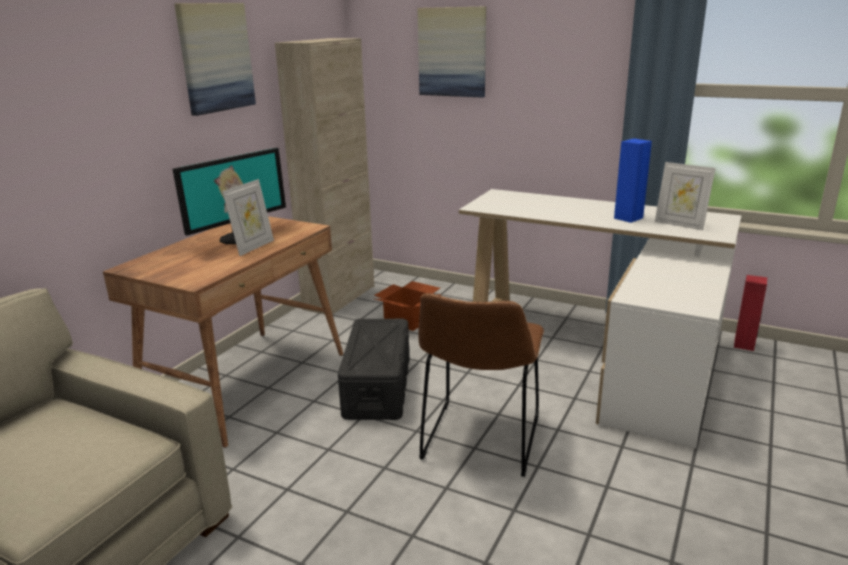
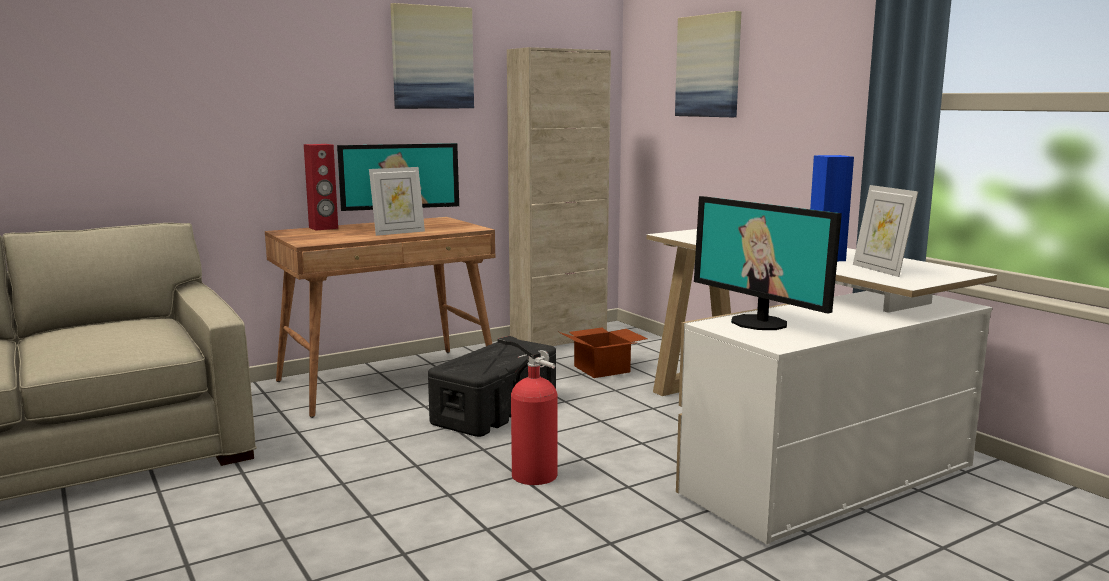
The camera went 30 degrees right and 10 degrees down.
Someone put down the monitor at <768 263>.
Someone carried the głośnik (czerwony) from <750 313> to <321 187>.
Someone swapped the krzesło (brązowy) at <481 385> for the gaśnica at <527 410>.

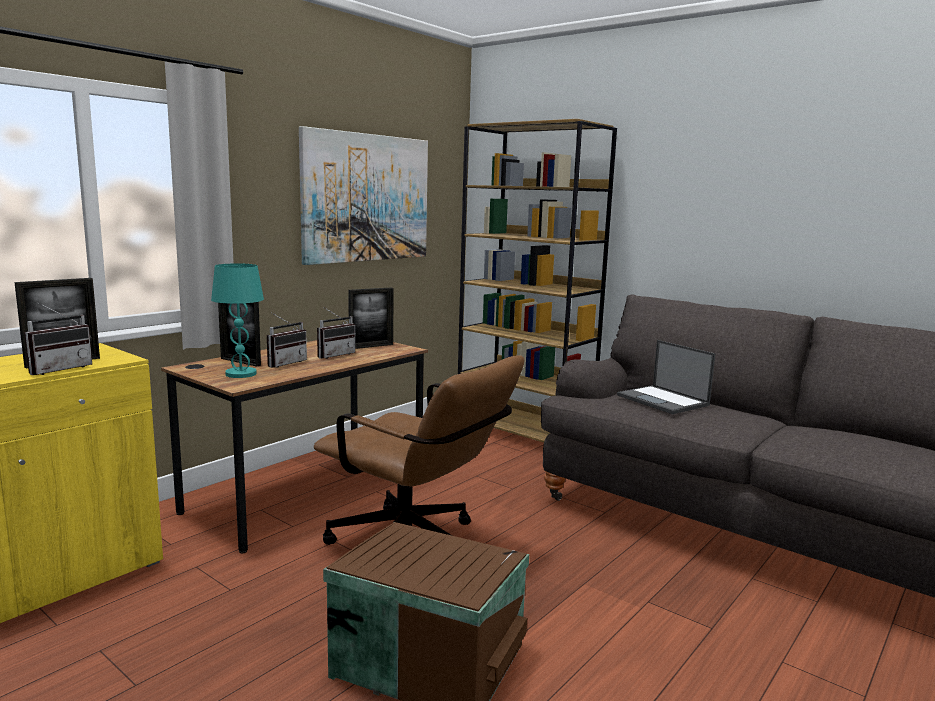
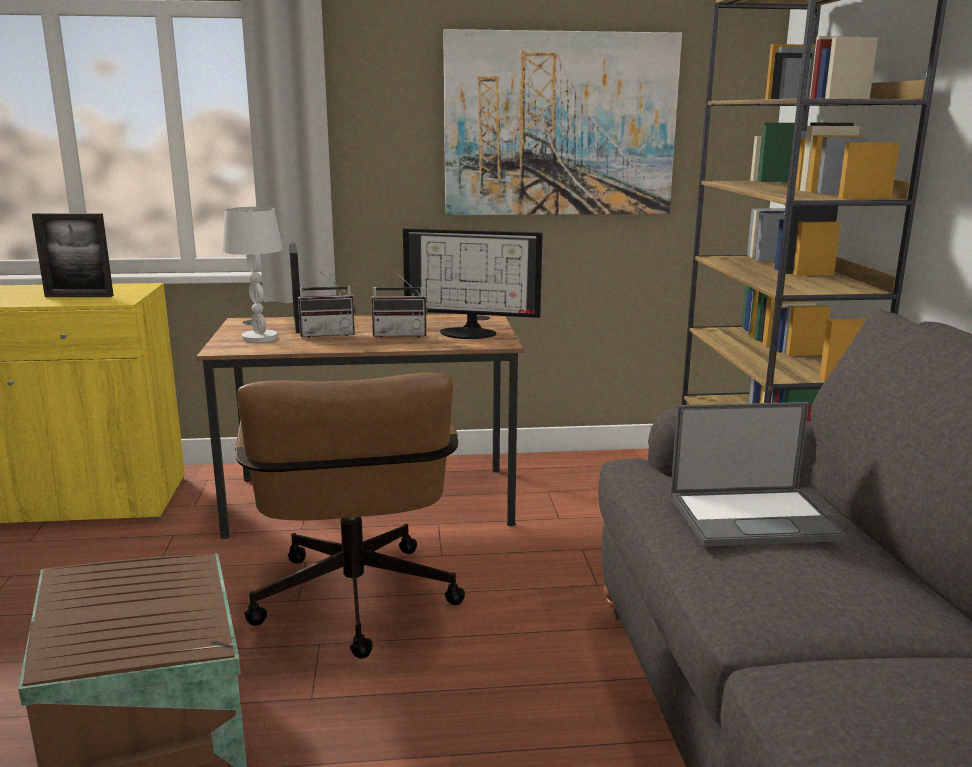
The camera went 45 degrees right and 5 degrees up.
Someone took away the radio at <58 338>.
Someone swapped the ramka na zdjęcie at <371 318> for the monitor at <472 283>.
Someone repainted the lampa stołowa (turkusowy) at <237 320>, which became the lampa stołowa (biały) at <252 275>.
Someone rotated the laptop at <666 377> by 105 degrees counterclockwise.

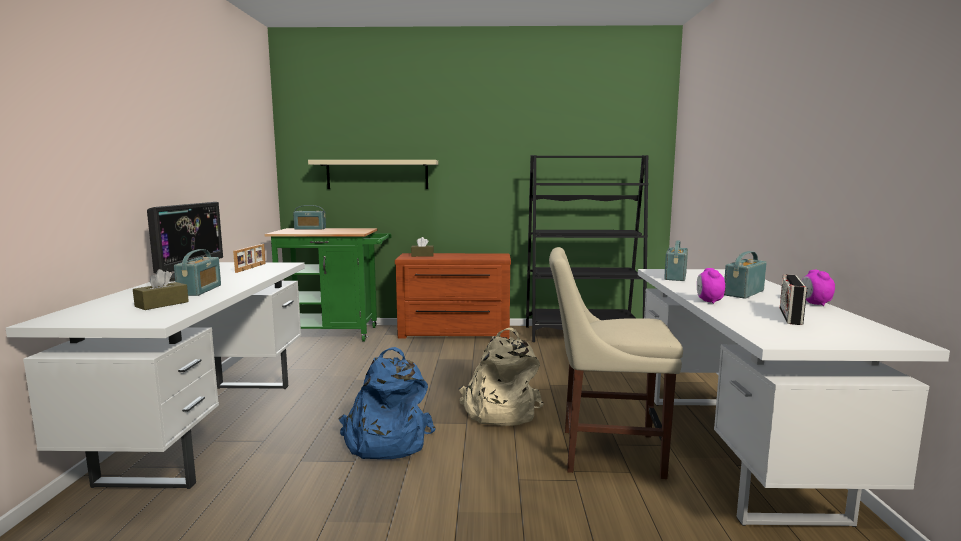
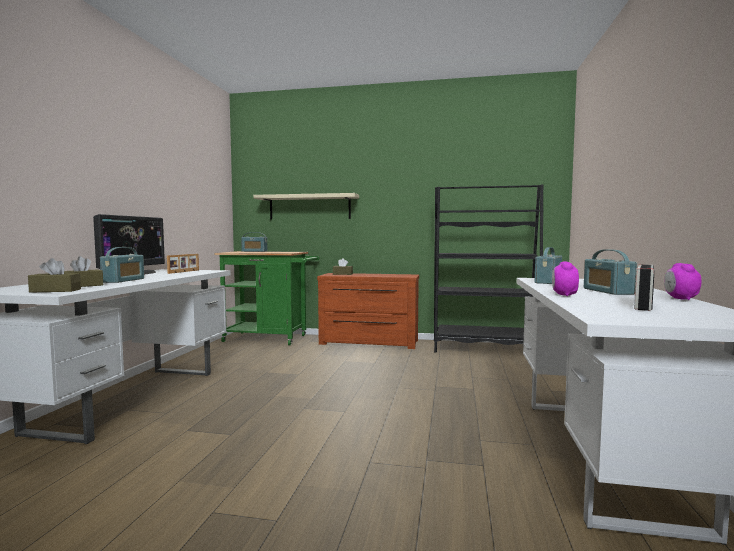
The camera went 10 degrees right and 5 degrees down.
Someone took away the plecak (niebieski) at <387 403>.
Someone took away the plecak (beżowy) at <501 377>.
Someone took away the krzesło (beżowy) at <616 363>.
Someone put down the pudełko chusteczek (brązowy) at <54 275>.
Someone rotated the radio at <745 275> by 60 degrees counterclockwise.

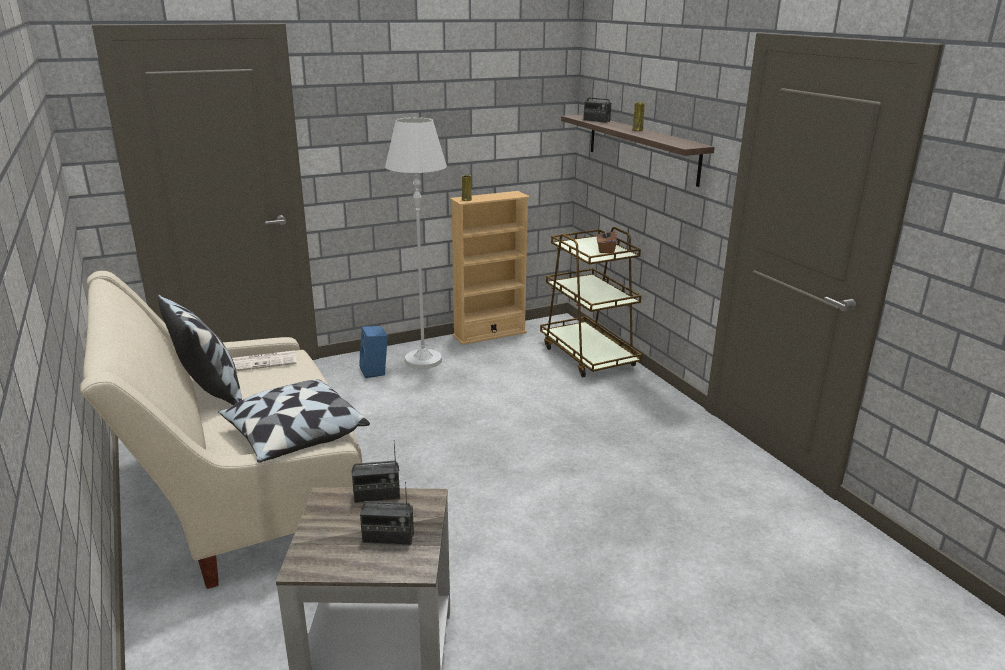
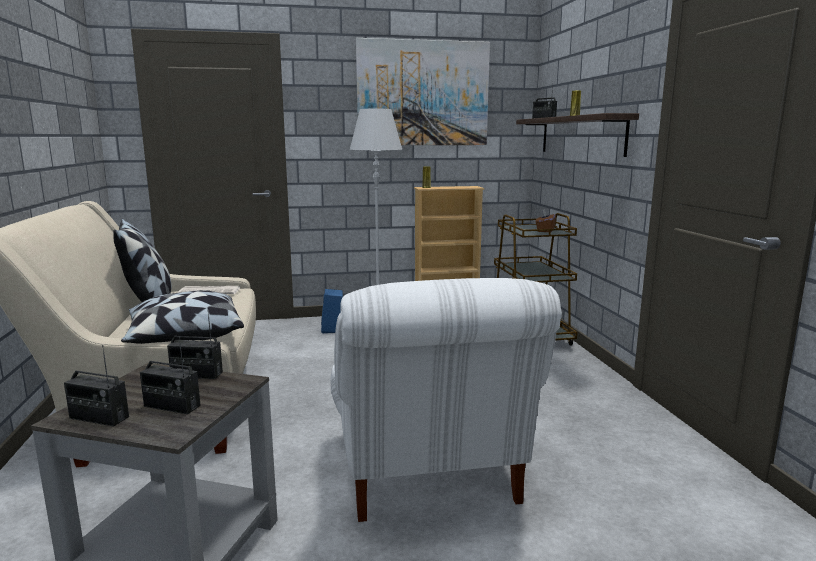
The camera went 15 degrees right and 10 degrees down.
Someone put down the radio at <96 386>.
Someone put down the fotel (biały) at <446 400>.
Someone put up the obraz at <423 91>.

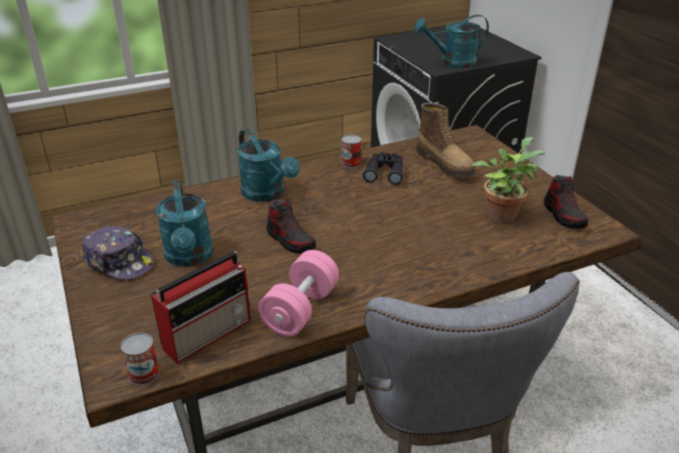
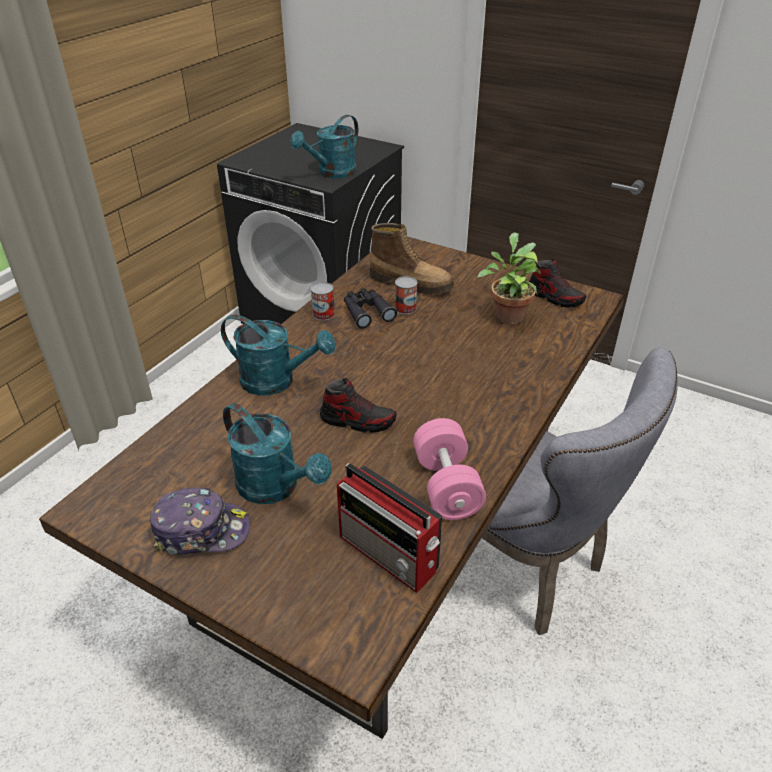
The camera went 35 degrees left and 5 degrees up.
Someone carried the puszka from <140 359> to <406 295>.
Someone rotated the radio at <201 307> by 120 degrees clockwise.

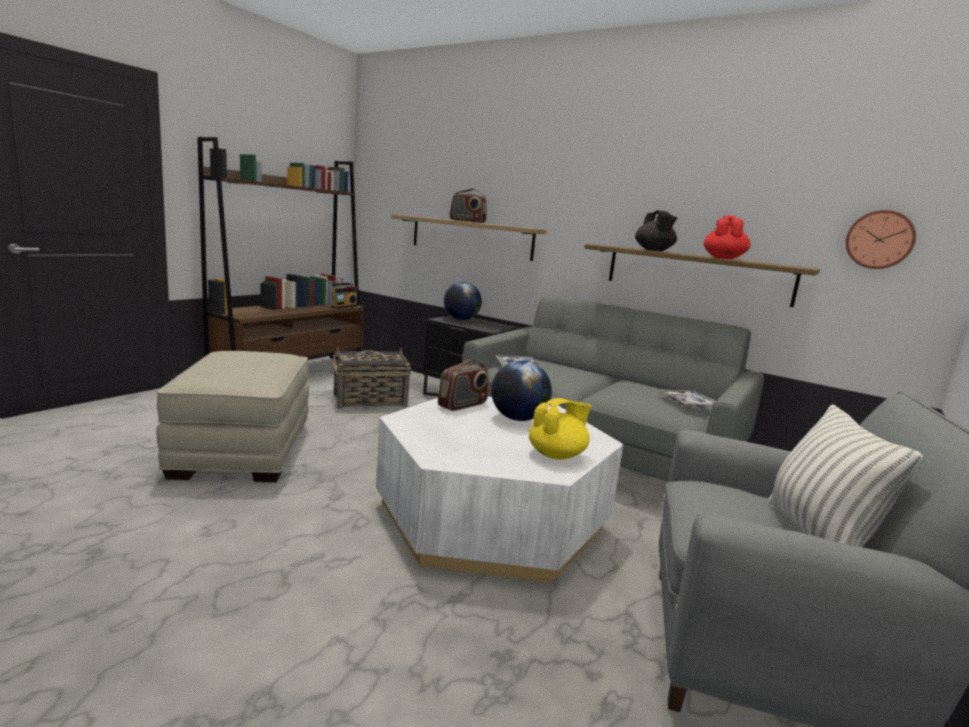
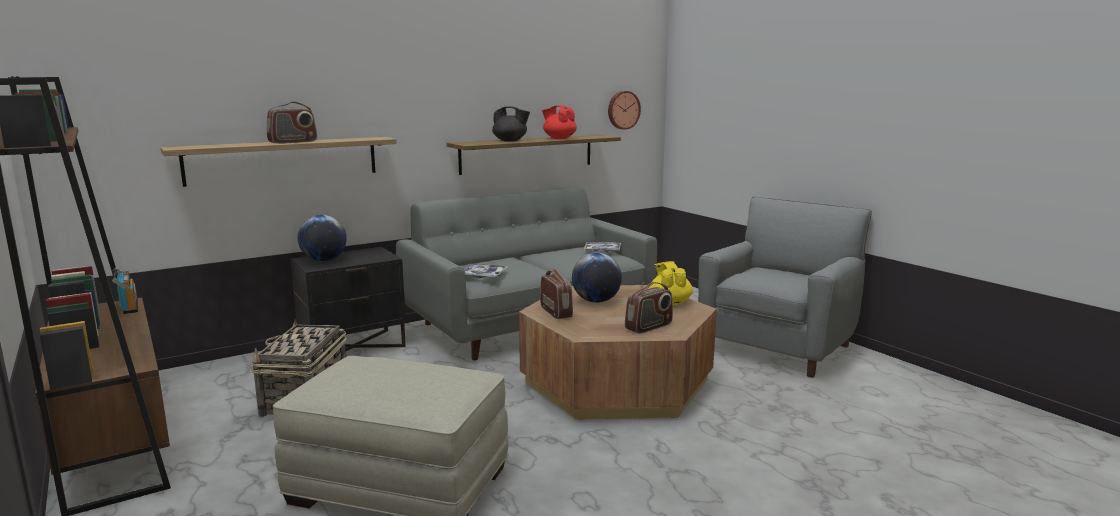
The camera went 65 degrees left and 0 degrees up.
Someone took away the poduszka at <845 475>.
Someone put down the radio at <649 307>.
Someone repainted the ława (biały) at <500 489>, which became the ława (brązowy) at <618 352>.

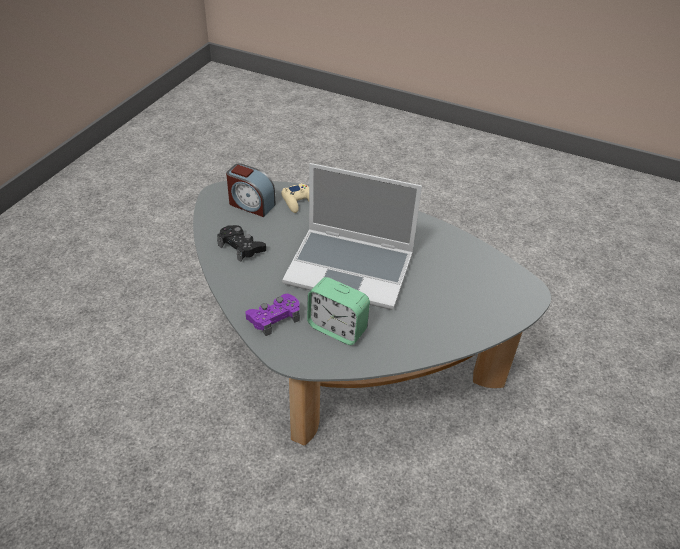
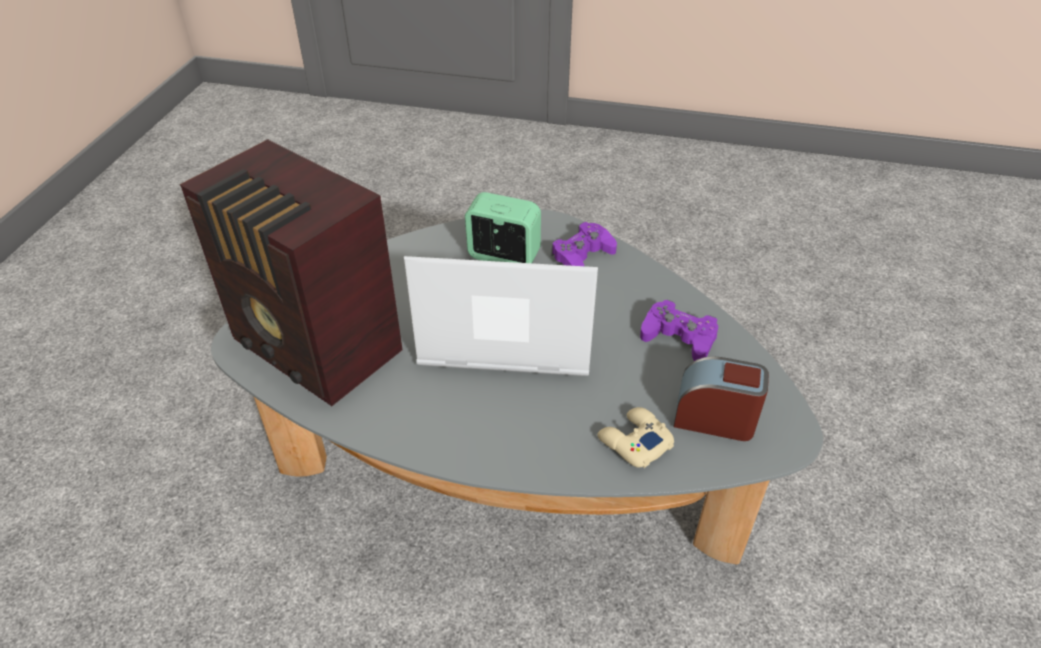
The camera went 170 degrees right and 0 degrees up.
Someone put down the radio at <291 272>.
Someone repainted the pad do gier (czarny) at <241 243>, which became the pad do gier (fioletowy) at <679 330>.

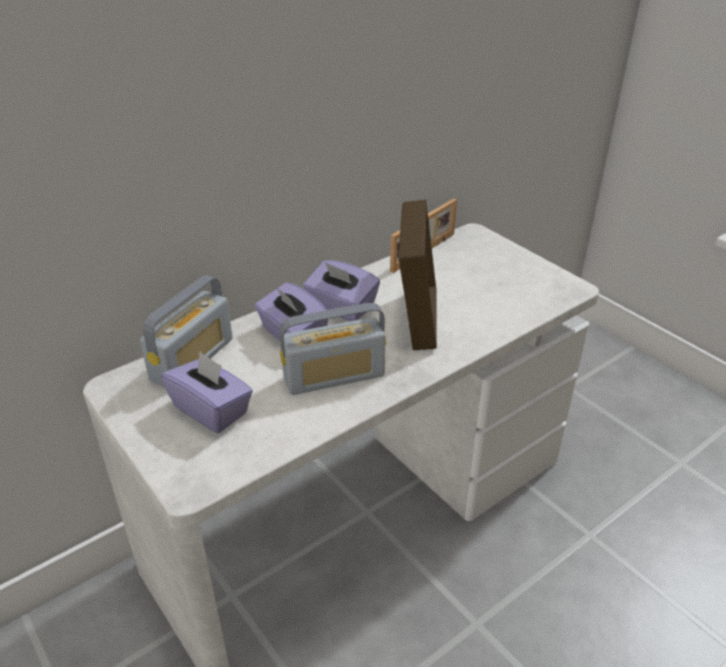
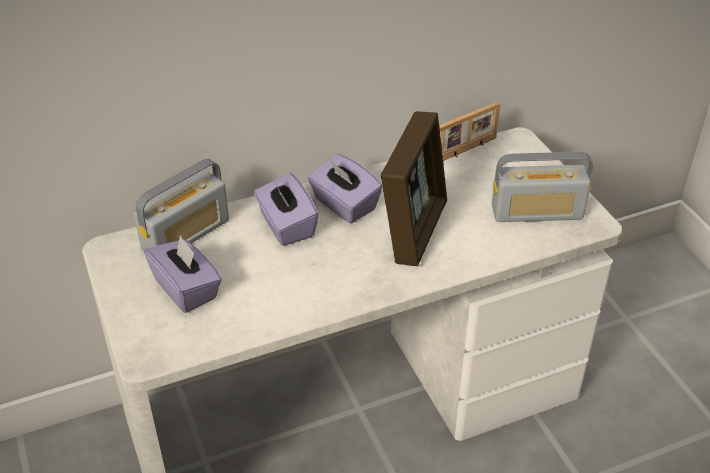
The camera went 15 degrees right and 5 degrees up.
Someone carried the radio from <333 349> to <542 187>.

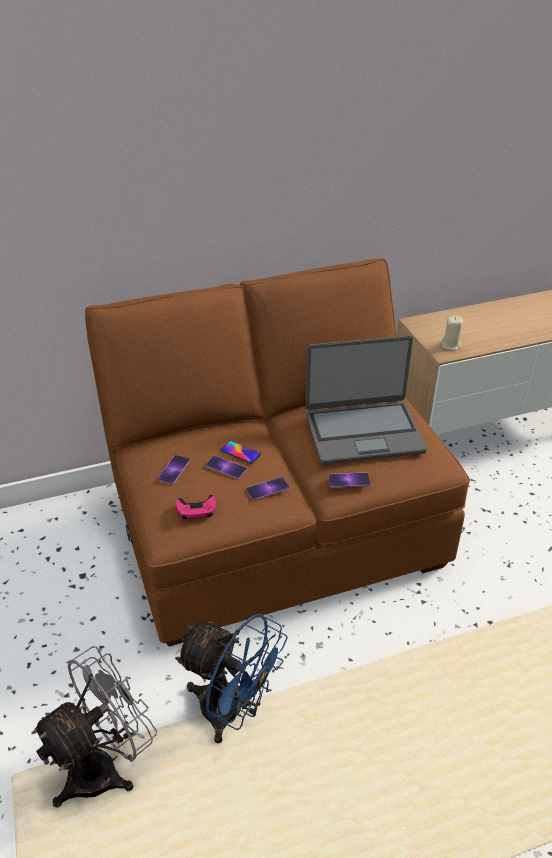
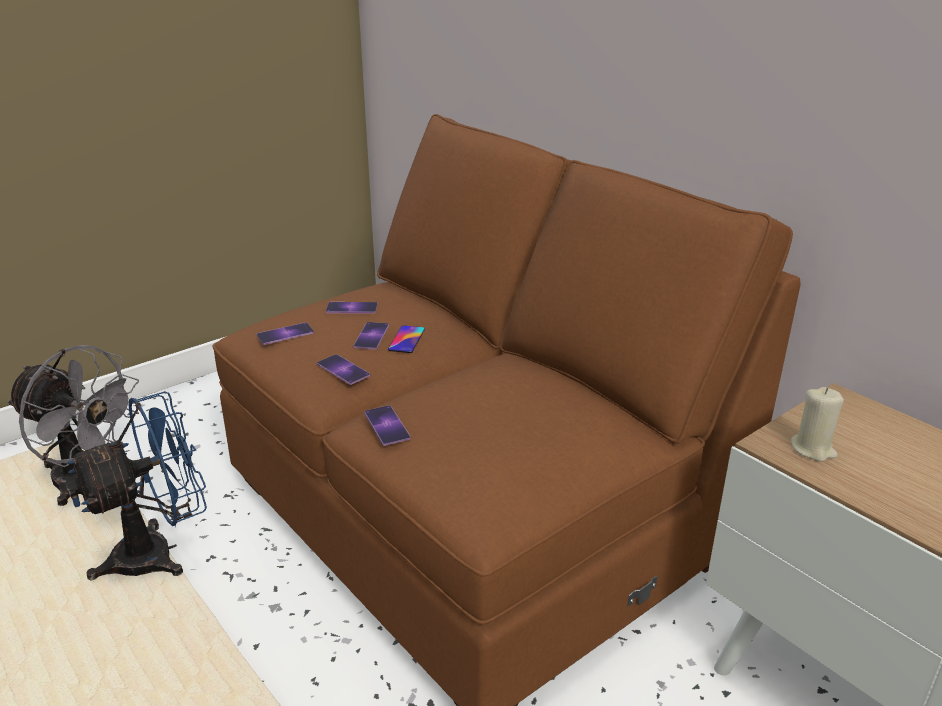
The camera went 70 degrees right and 10 degrees down.
Someone took away the laptop at <366 400>.
Someone swapped the pad do gier (różowy) at <196 507> for the telefon at <285 333>.
Someone rotated the wentylator (niebieski) at <231 679> by 135 degrees counterclockwise.

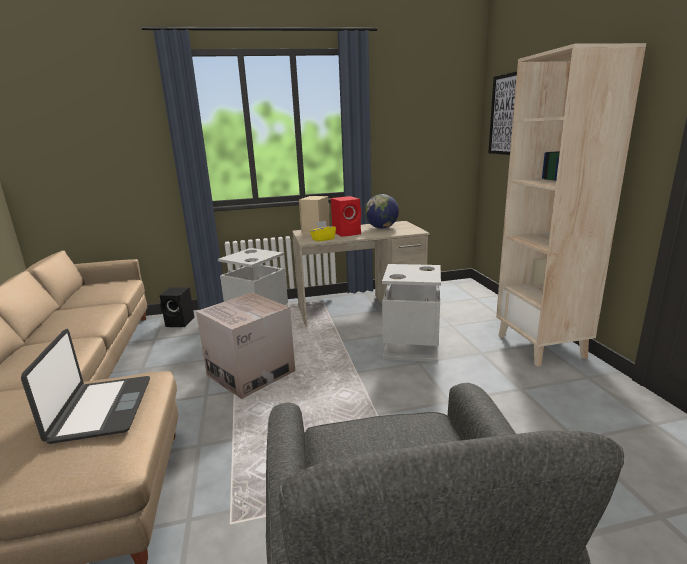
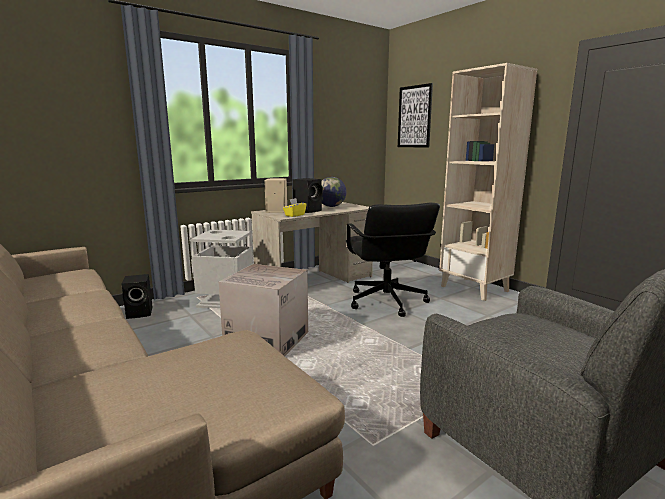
The camera went 25 degrees left and 5 degrees down.
Someone took away the laptop at <85 386>.
Someone swapped the kosz na śmieci (szary) at <411 313> for the krzesło biurowe (czarny) at <393 260>.
Someone repainted the głośnik (czerwony) at <346 216>, which became the głośnik (czarny) at <308 195>.

